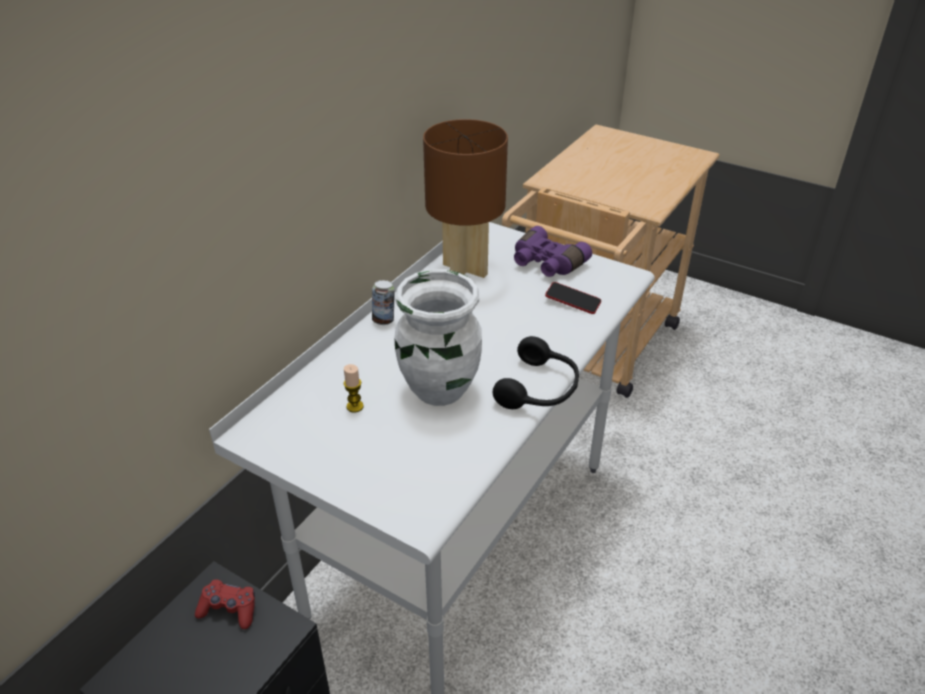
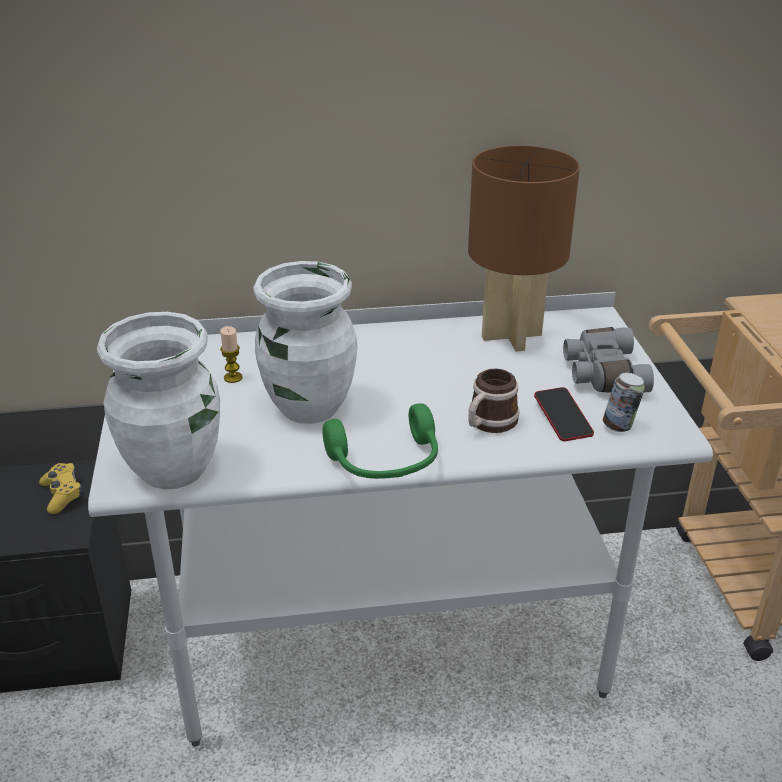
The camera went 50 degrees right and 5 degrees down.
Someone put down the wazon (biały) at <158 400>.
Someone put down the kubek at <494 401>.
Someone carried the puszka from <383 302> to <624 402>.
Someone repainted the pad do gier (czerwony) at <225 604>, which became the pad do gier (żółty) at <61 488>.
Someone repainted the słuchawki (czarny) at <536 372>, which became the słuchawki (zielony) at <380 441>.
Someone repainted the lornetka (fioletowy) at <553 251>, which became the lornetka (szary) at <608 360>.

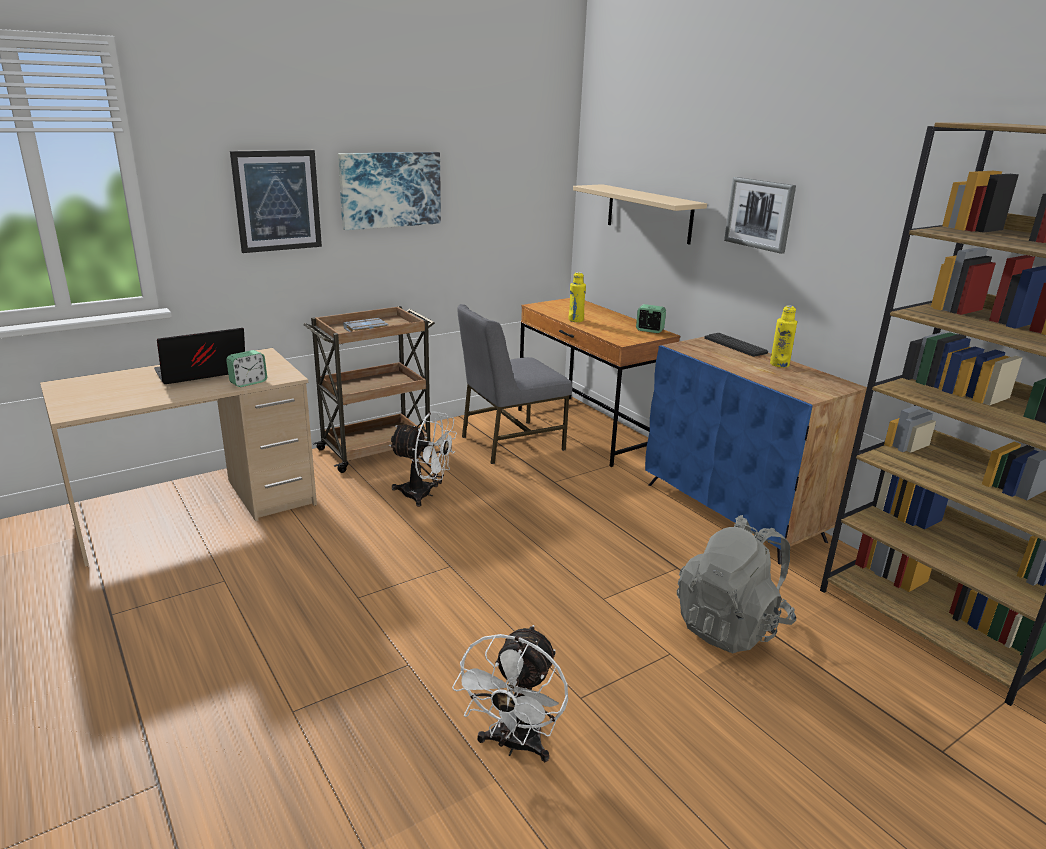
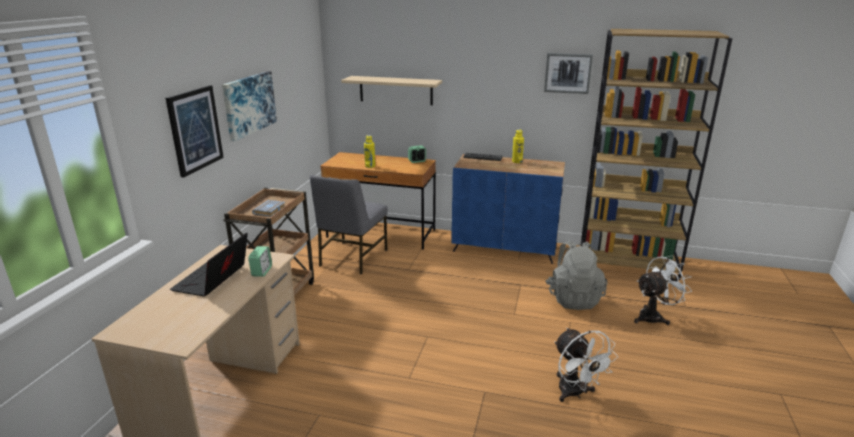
The camera went 40 degrees left and 0 degrees up.
Someone carried the wentylator (biały) from <423 459> to <663 290>.
Someone carried the obraz from <760 215> to <568 73>.

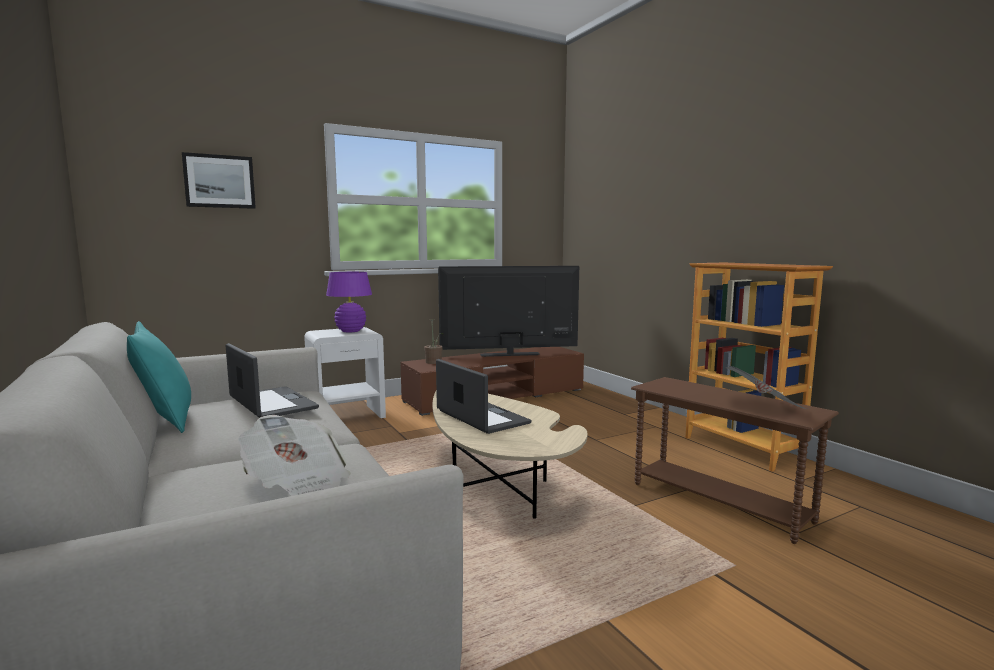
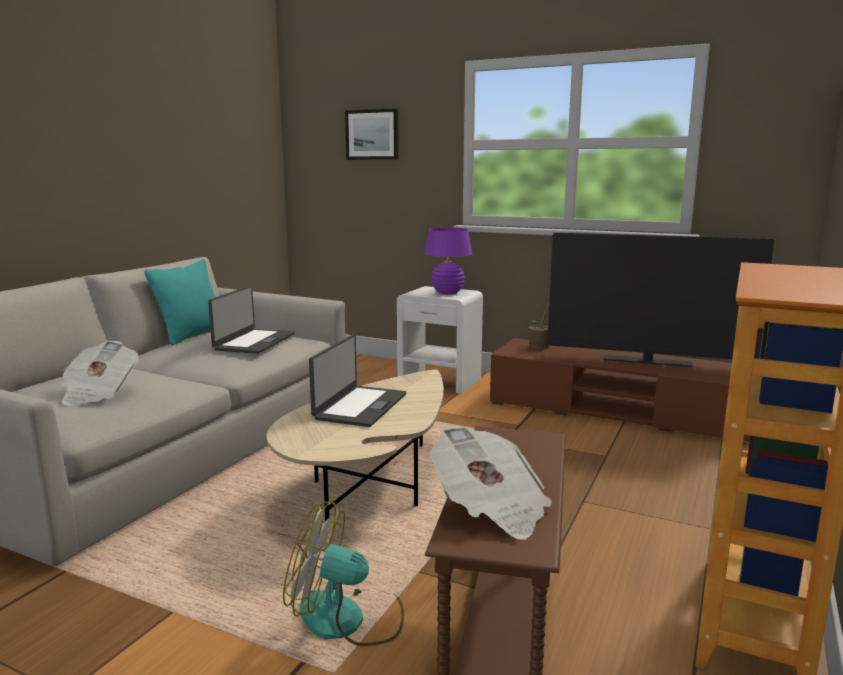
The camera went 55 degrees right and 5 degrees up.
Someone put down the wentylator at <343 574>.
Someone rotated the telewizor at <508 311> by 150 degrees clockwise.

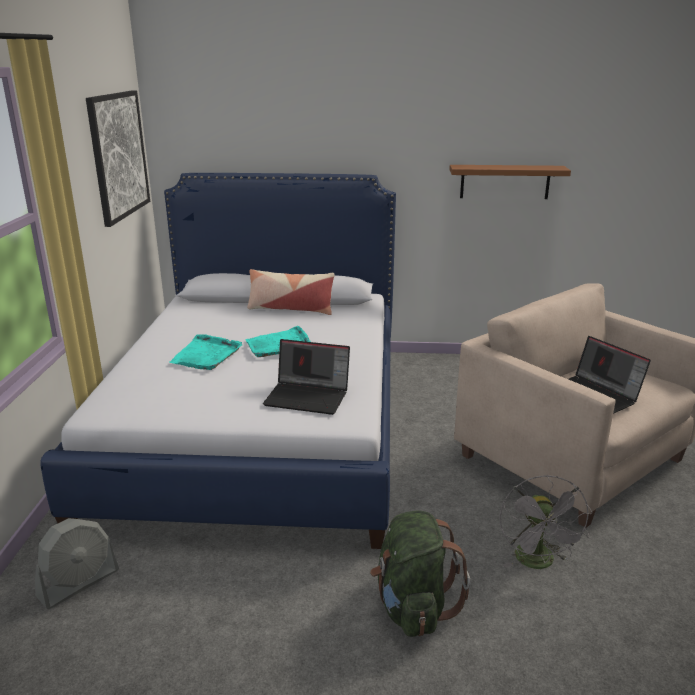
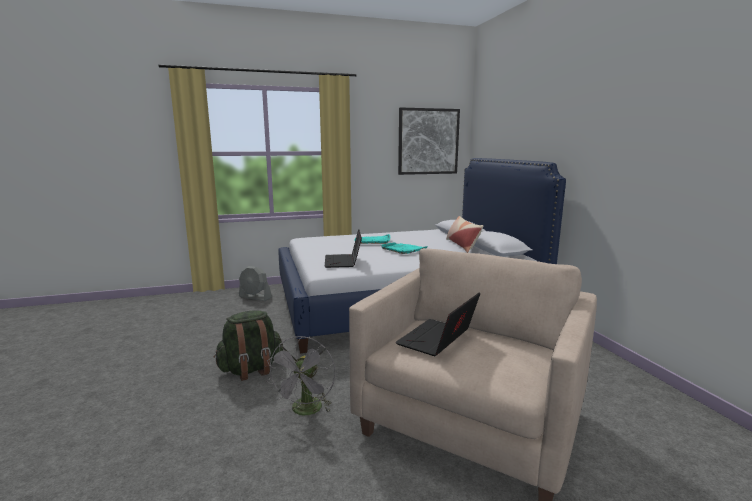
The camera went 70 degrees right and 10 degrees down.
Someone took away the półka (brązowy) at <510 182>.
Someone rotated the wentylator (szary) at <545 522> by 60 degrees counterclockwise.

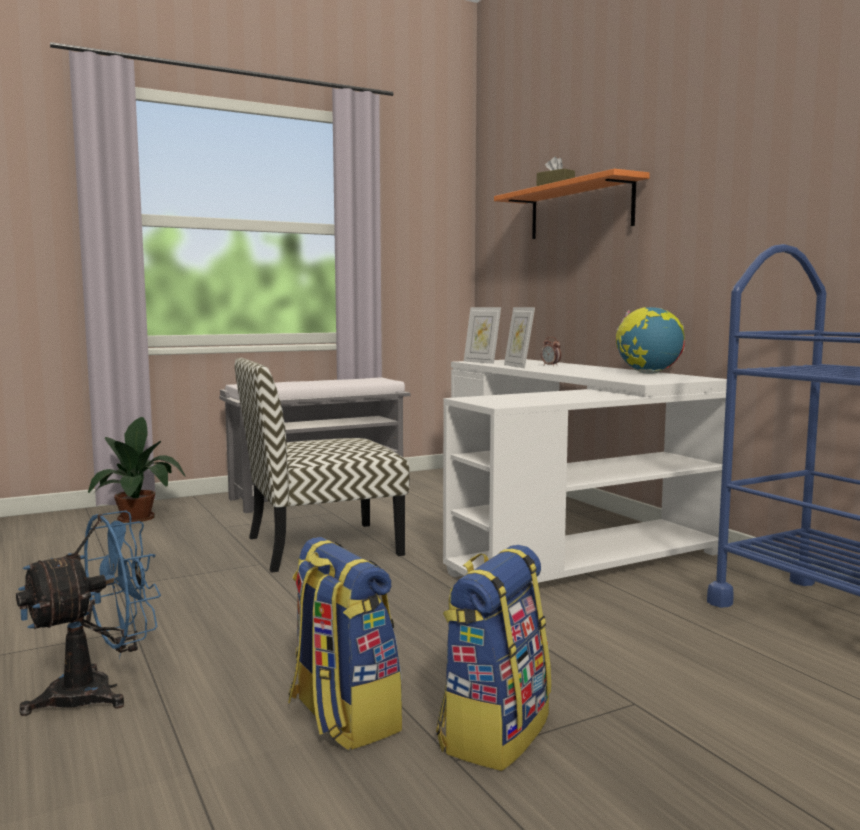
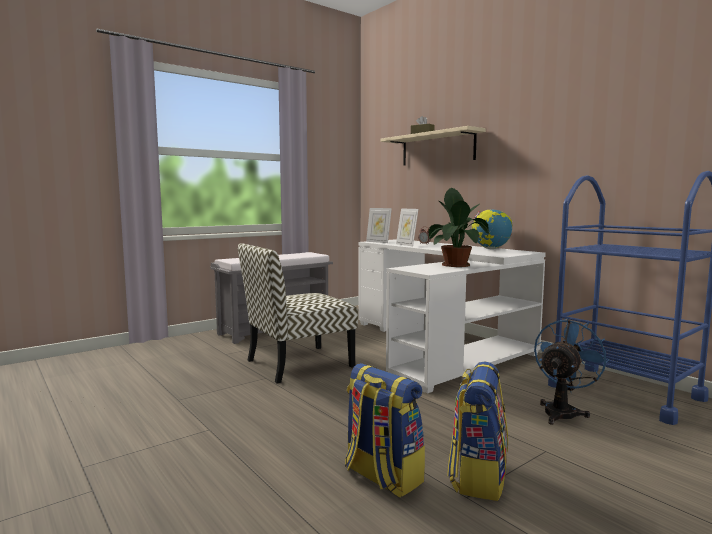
The camera went 10 degrees left and 0 degrees up.
Someone carried the wentylator (niebieski) from <88 613> to <571 371>.
Someone carried the roślina doniczkowa from <137 470> to <459 227>.
Someone repainted the półka (pomarańczowy) at <572 204>, which became the półka (beżowy) at <433 145>.

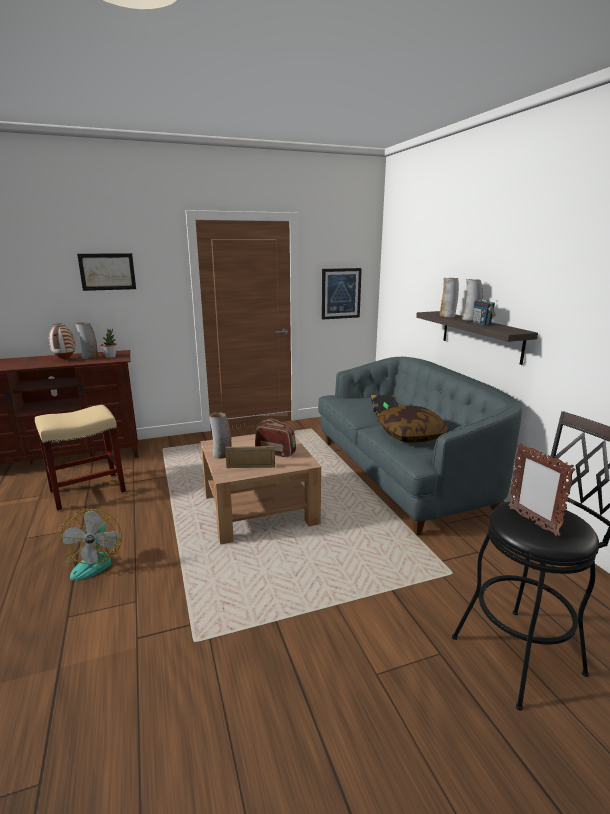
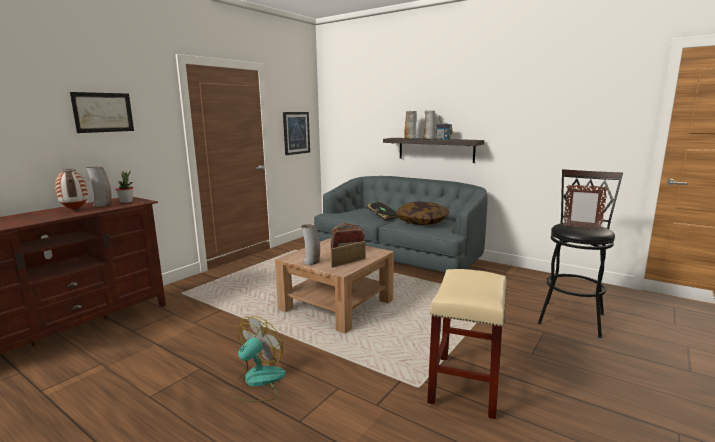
The camera went 35 degrees left and 5 degrees down.
Someone carried the stołek (beżowy) from <80 458> to <467 344>.
Someone rotated the wentylator at <91 545> by 105 degrees counterclockwise.

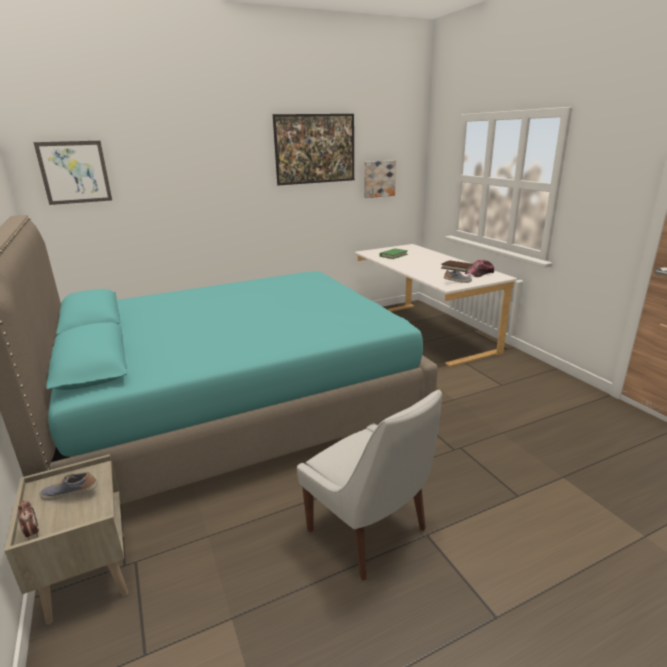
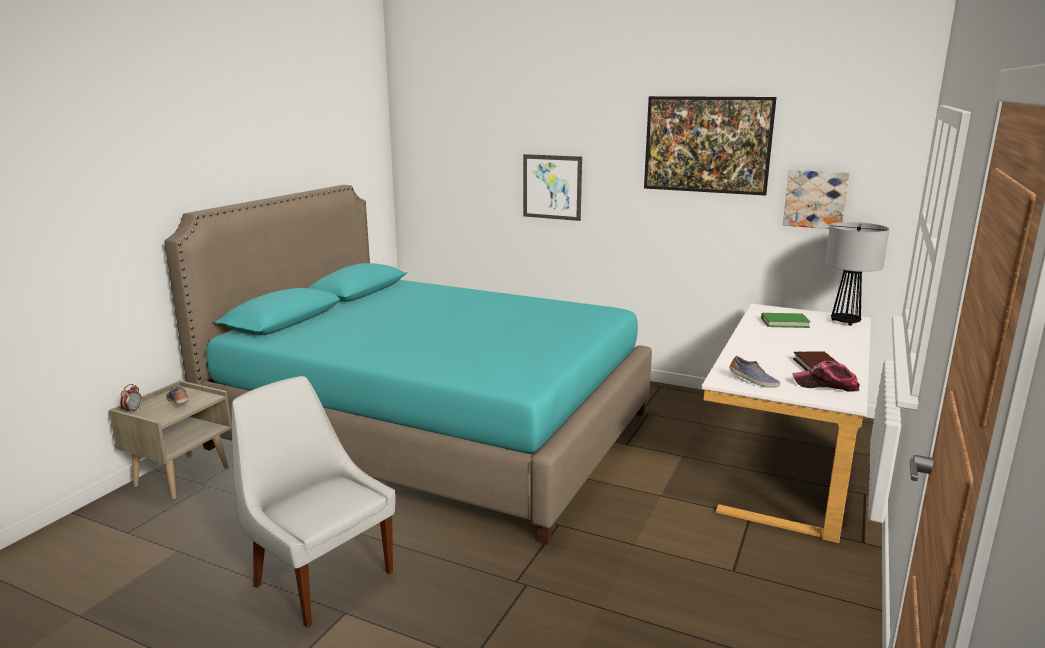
The camera went 50 degrees right and 5 degrees down.
Someone put down the lampa stołowa at <857 274>.
Someone carried the obraz from <72 173> to <552 187>.
Someone rotated the krzesło (biały) at <369 485> by 120 degrees clockwise.

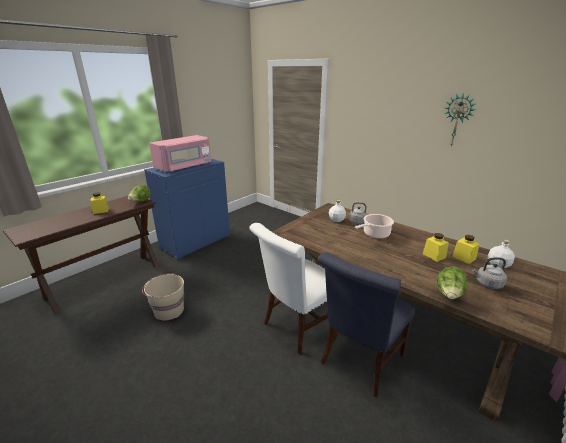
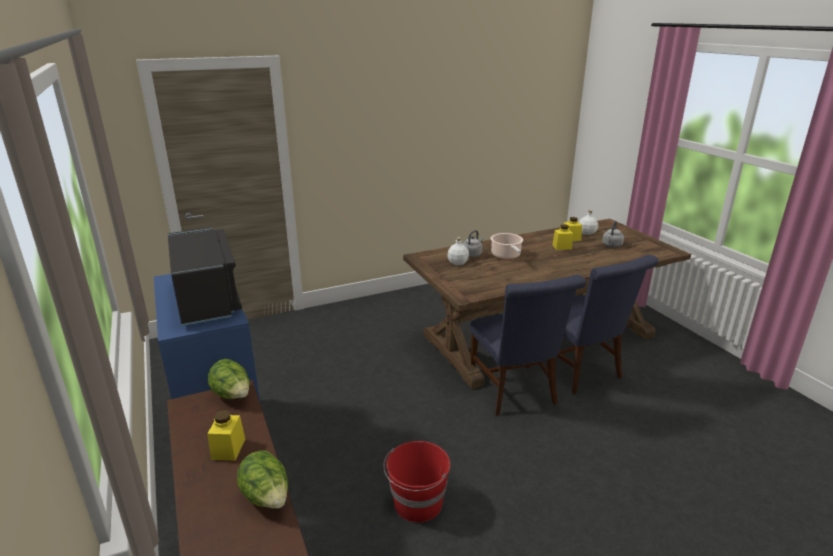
The camera went 65 degrees left and 0 degrees up.
Someone took away the zegar ścienny at <459 119>.
Someone carried the sałata from <452 283> to <262 479>.
Someone repainted the wiadro (beżowy) at <163 297>, which became the wiadro (czerwony) at <416 482>.
Someone repainted the mikrofalówka (różowy) at <180 153>, which became the mikrofalówka (czarny) at <205 277>.
Someone repainted the krzesło (biały) at <288 288>, which became the krzesło (niebieski) at <528 345>.

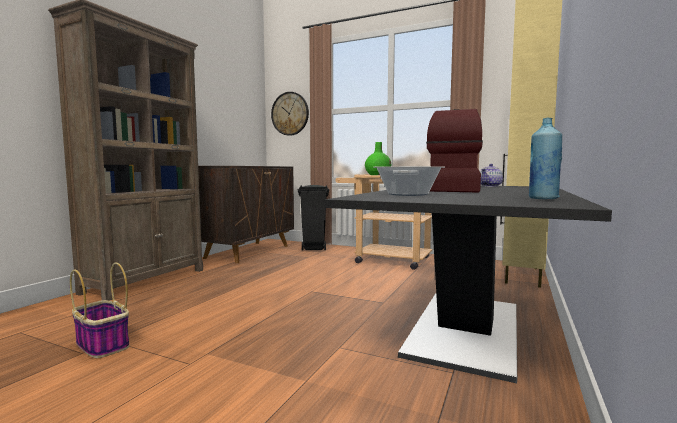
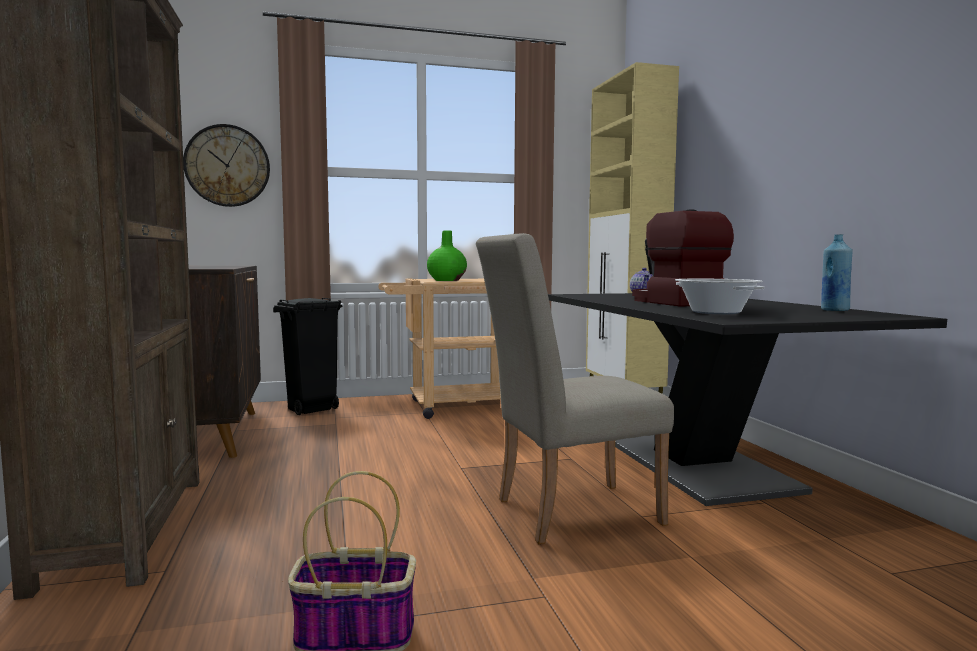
The camera went 40 degrees left and 0 degrees up.
Someone put down the krzesło (beżowy) at <575 388>.

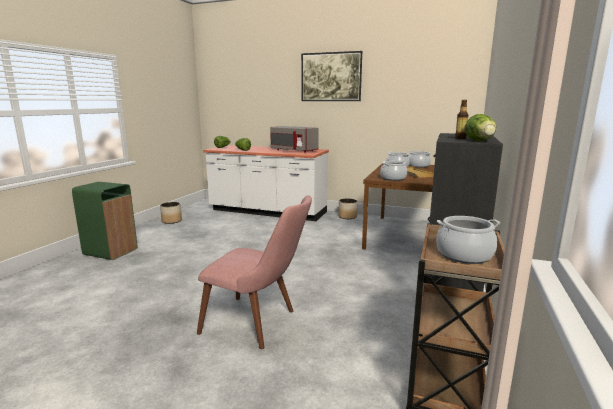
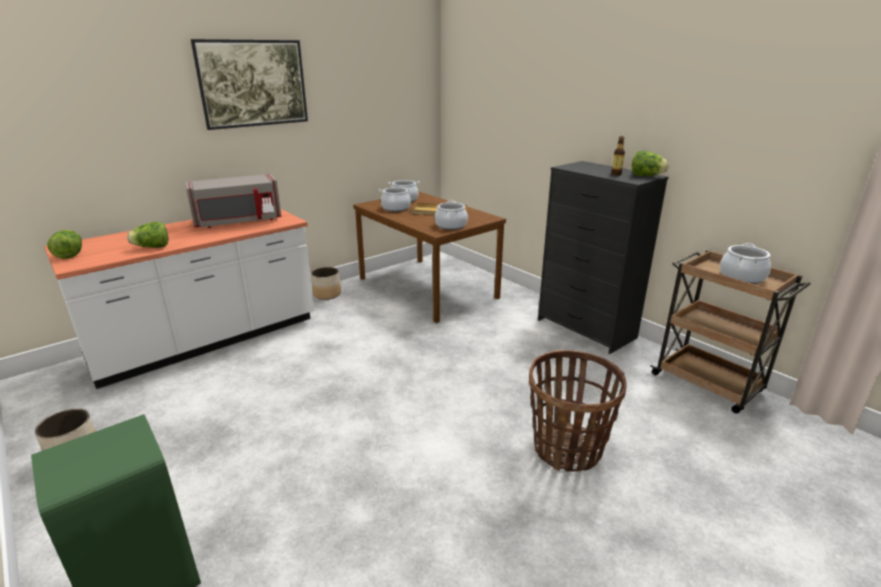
The camera went 60 degrees left and 10 degrees up.
Someone swapped the krzesło (różowy) at <254 272> for the koszyk at <578 411>.

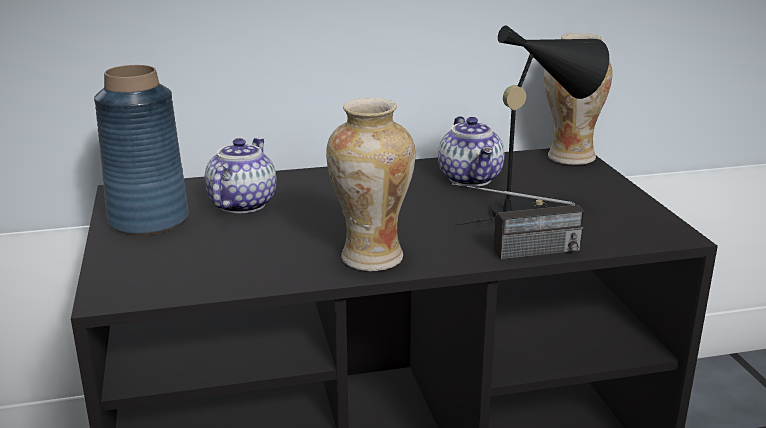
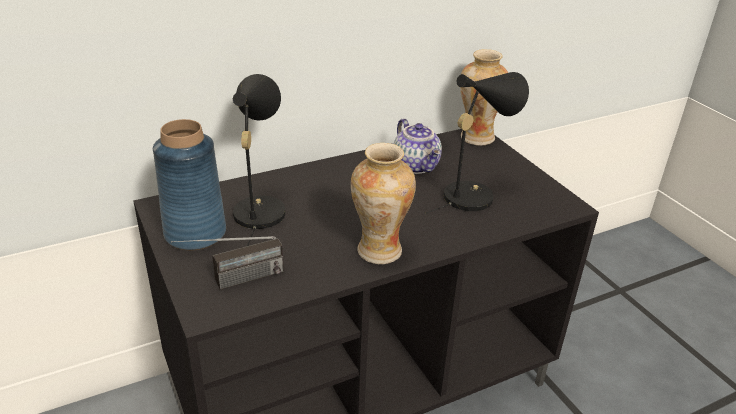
The camera went 15 degrees left and 10 degrees up.
Someone carried the radio from <518 221> to <227 263>.
Someone swapped the imbryk at <241 176> for the lampa stołowa (czarny) at <259 160>.

